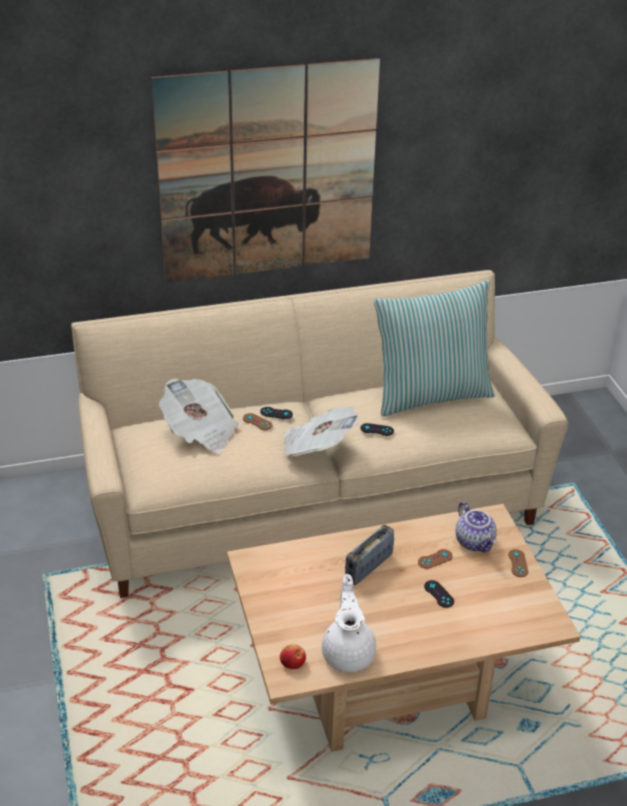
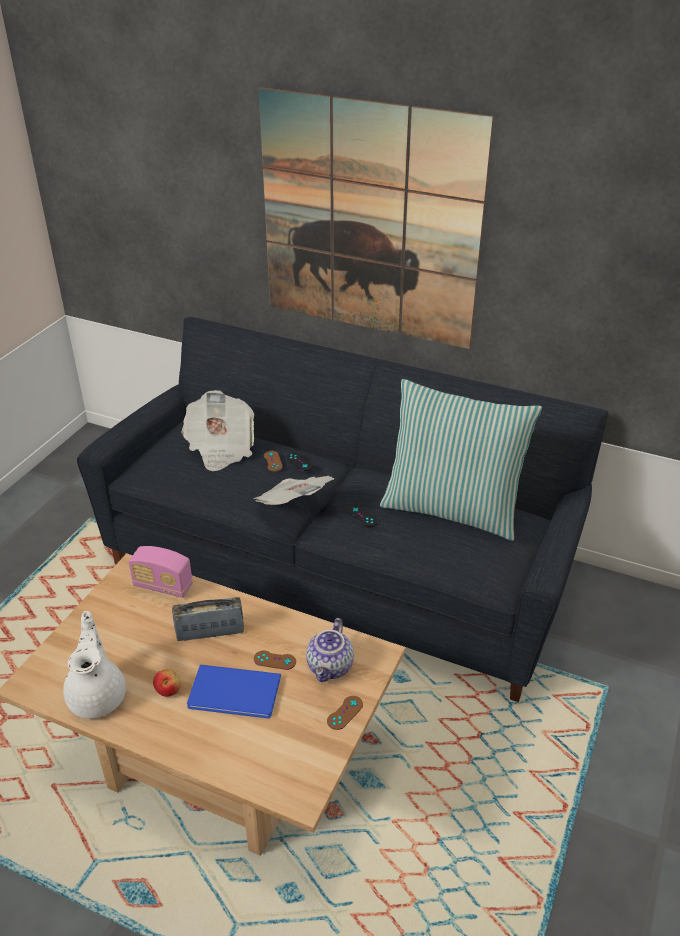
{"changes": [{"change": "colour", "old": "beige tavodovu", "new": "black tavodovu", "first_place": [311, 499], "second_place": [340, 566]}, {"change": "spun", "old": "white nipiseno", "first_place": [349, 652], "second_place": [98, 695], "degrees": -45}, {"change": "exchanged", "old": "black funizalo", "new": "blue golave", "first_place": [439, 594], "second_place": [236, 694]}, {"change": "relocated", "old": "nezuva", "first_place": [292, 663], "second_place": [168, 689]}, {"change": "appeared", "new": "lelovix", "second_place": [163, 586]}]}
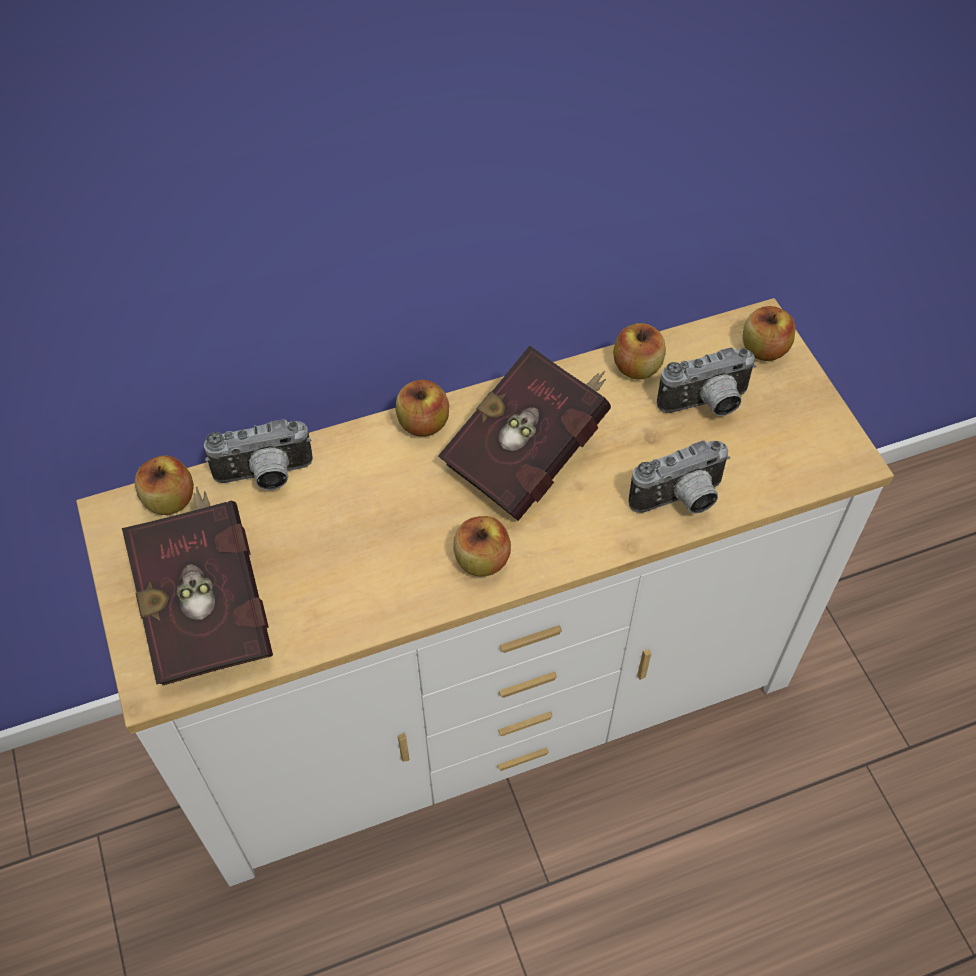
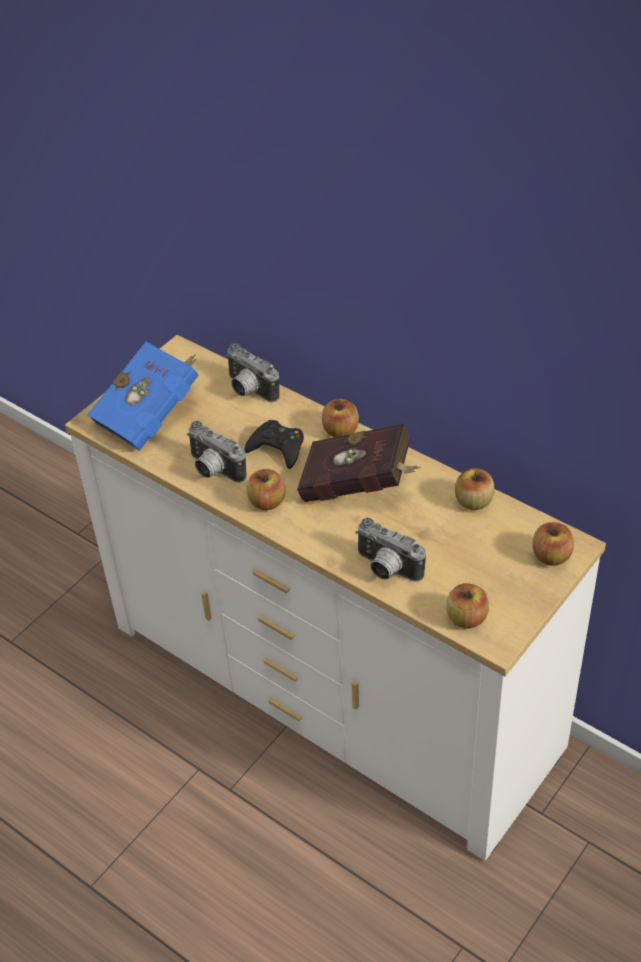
{"changes": [{"change": "relocated", "old": "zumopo", "first_place": [706, 405], "second_place": [213, 470]}, {"change": "relocated", "old": "nezuva", "first_place": [170, 500], "second_place": [466, 618]}, {"change": "colour", "old": "red golave", "new": "blue golave", "first_place": [208, 607], "second_place": [151, 414]}, {"change": "appeared", "new": "black funizalo", "second_place": [277, 448]}]}
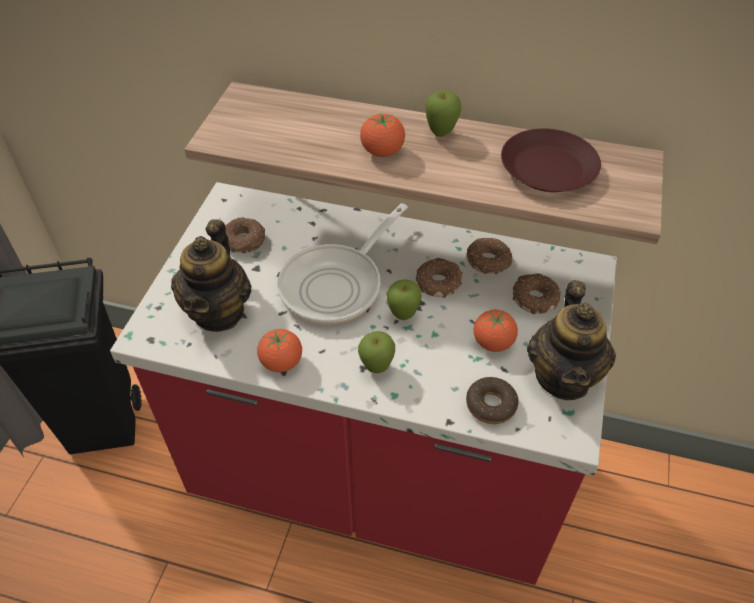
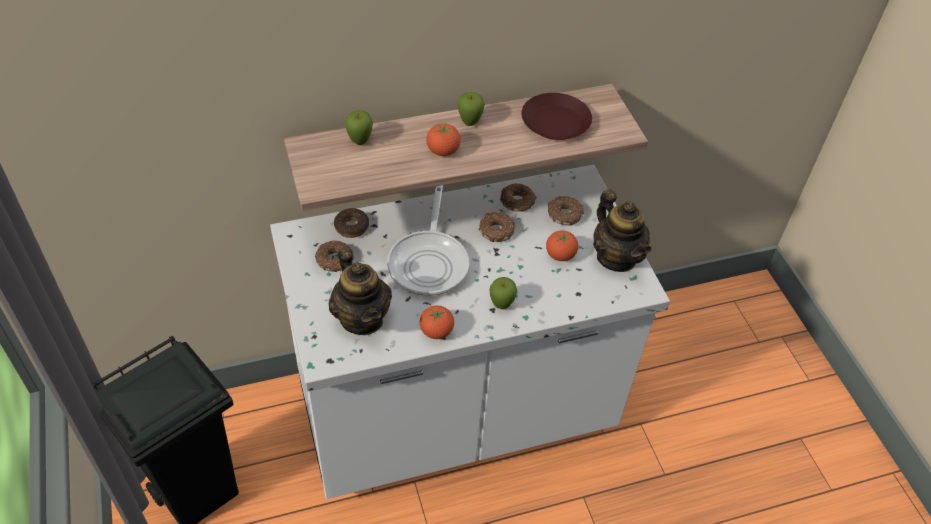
{"changes": [{"change": "colour", "old": "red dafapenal", "new": "white dafapenal", "first_place": [377, 476], "second_place": [455, 414]}, {"change": "relocated", "old": "nezuva", "first_place": [403, 315], "second_place": [360, 142]}, {"change": "relocated", "old": "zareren", "first_place": [491, 405], "second_place": [351, 227]}]}
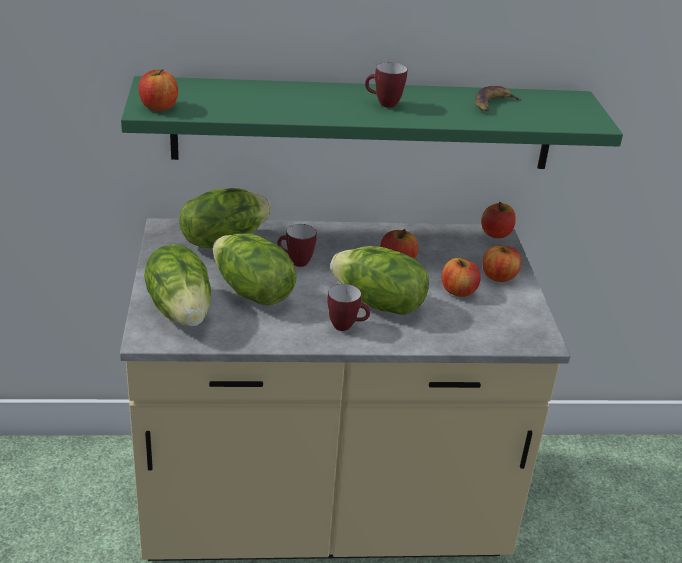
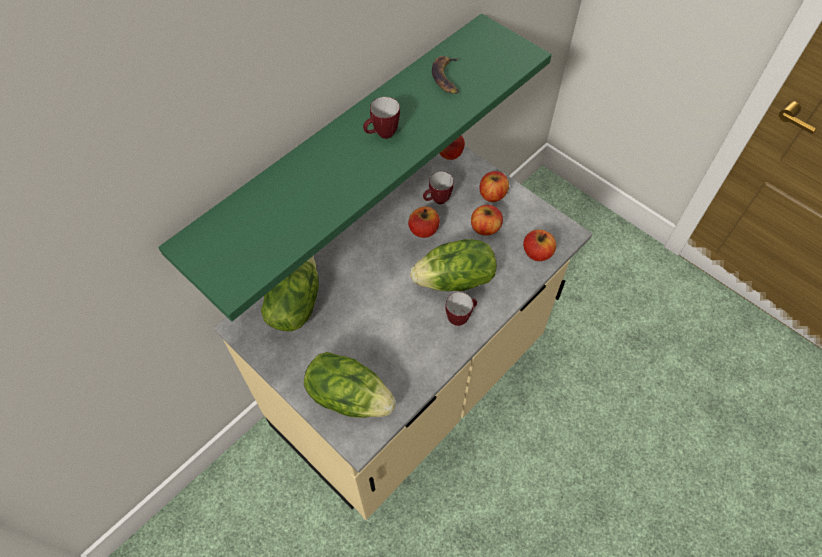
{"changes": [{"change": "relocated", "old": "nezuva", "first_place": [159, 107], "second_place": [537, 253]}, {"change": "relocated", "old": "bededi", "first_place": [295, 262], "second_place": [437, 201]}, {"change": "missing", "old": "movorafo", "first_place": [252, 292]}]}
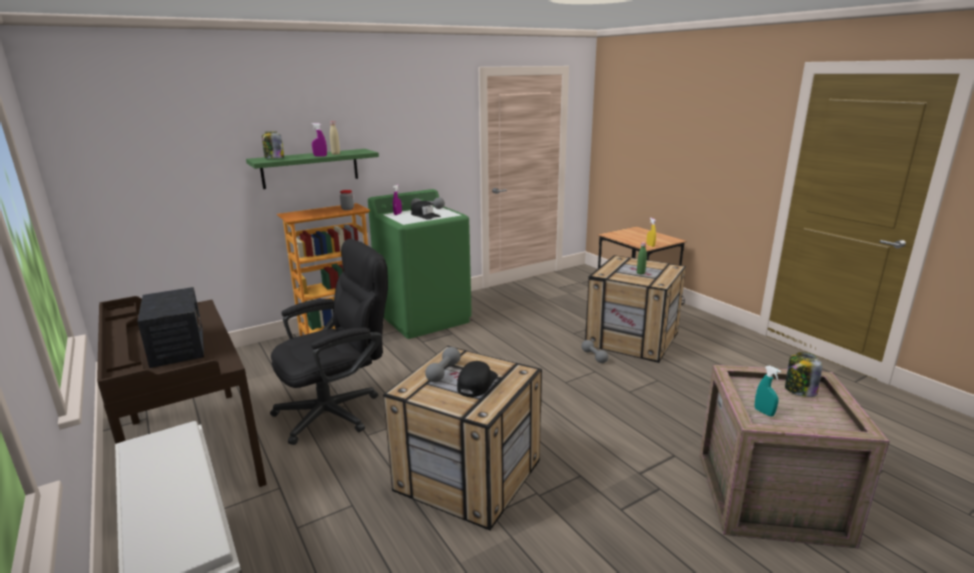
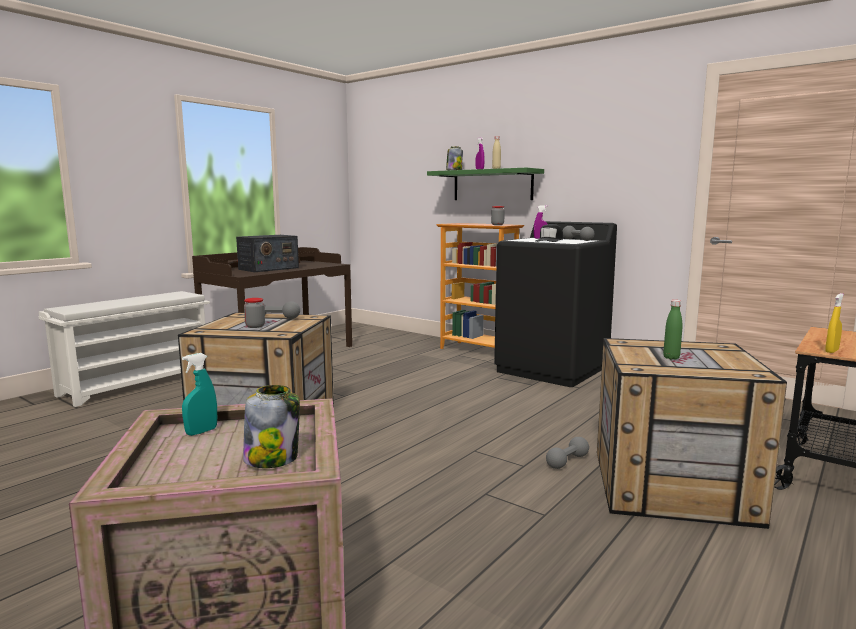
{"changes": [{"change": "colour", "old": "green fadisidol", "new": "black fadisidol", "first_place": [424, 318], "second_place": [552, 369]}, {"change": "missing", "old": "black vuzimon", "first_place": [338, 410]}, {"change": "exchanged", "old": "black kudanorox", "new": "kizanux", "first_place": [476, 383], "second_place": [255, 326]}]}
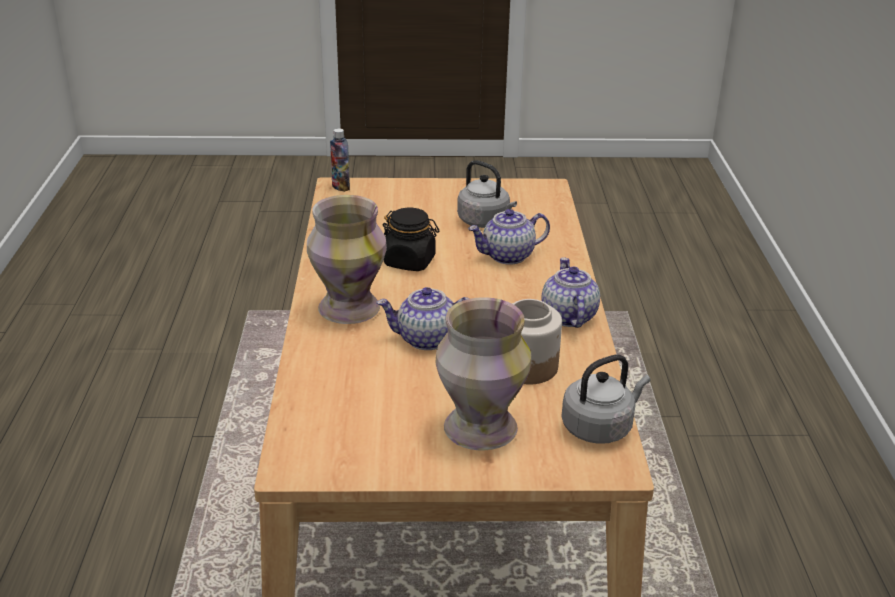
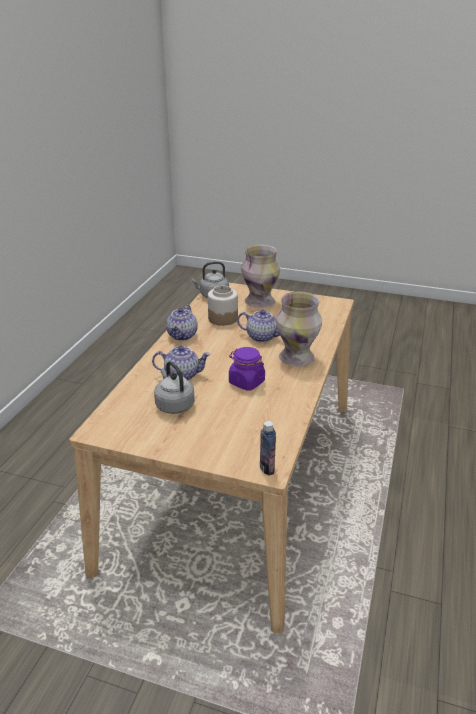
{"changes": [{"change": "colour", "old": "black kizanux", "new": "purple kizanux", "first_place": [410, 261], "second_place": [246, 382]}]}
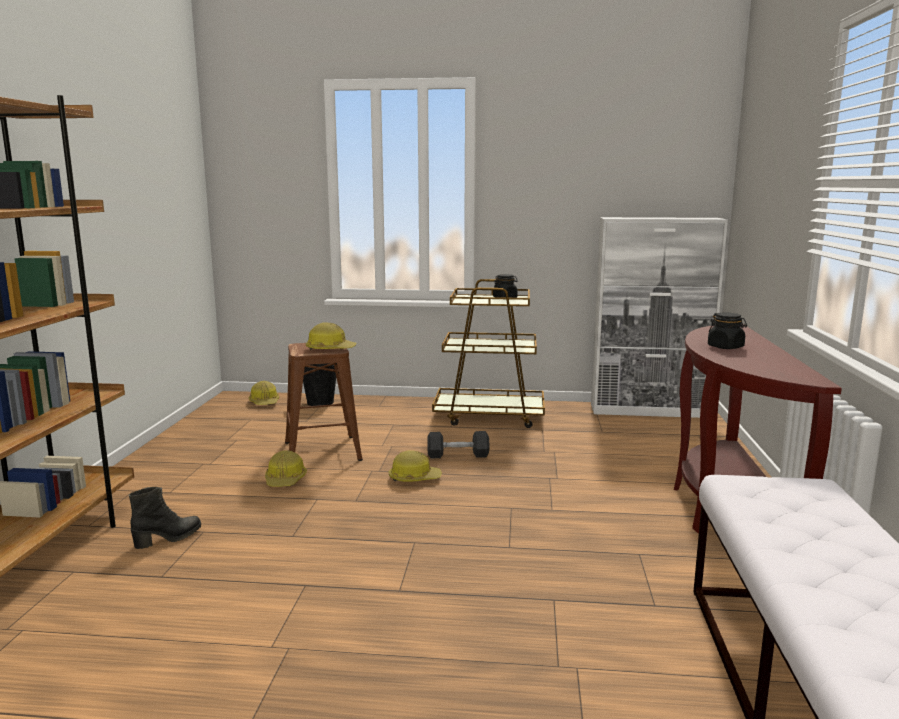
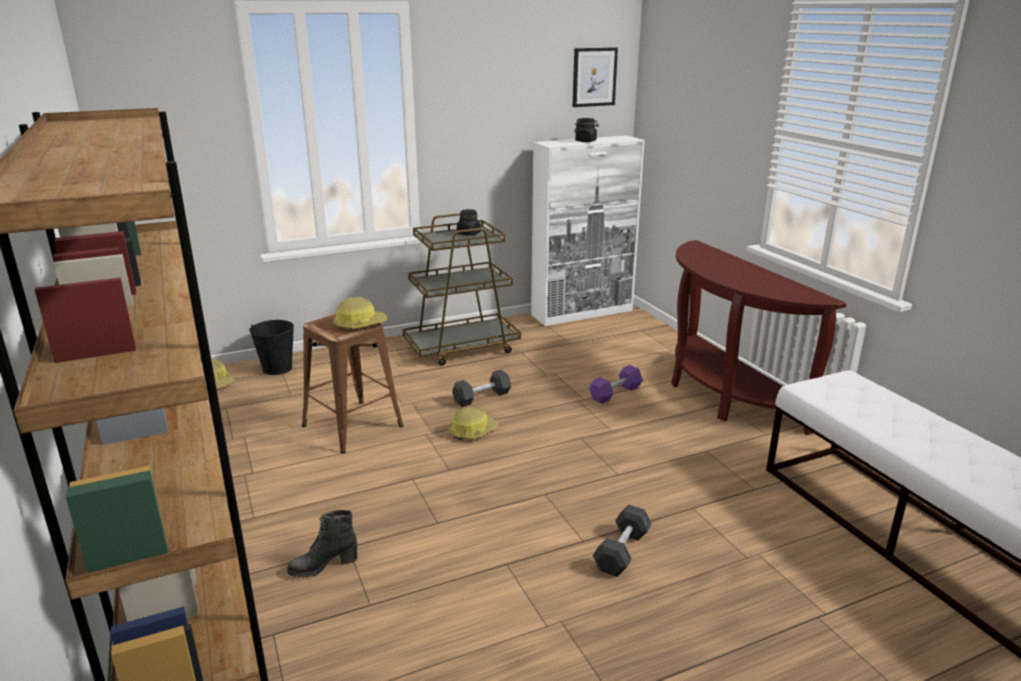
{"changes": [{"change": "relocated", "old": "black kizanux", "first_place": [725, 347], "second_place": [586, 141]}, {"change": "missing", "old": "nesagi", "first_place": [285, 480]}, {"change": "spun", "old": "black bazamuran", "first_place": [168, 538], "second_place": [323, 566], "degrees": -135}, {"change": "appeared", "new": "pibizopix", "second_place": [594, 77]}, {"change": "appeared", "new": "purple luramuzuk", "second_place": [615, 393]}, {"change": "appeared", "new": "grey luramuzuk", "second_place": [622, 551]}]}
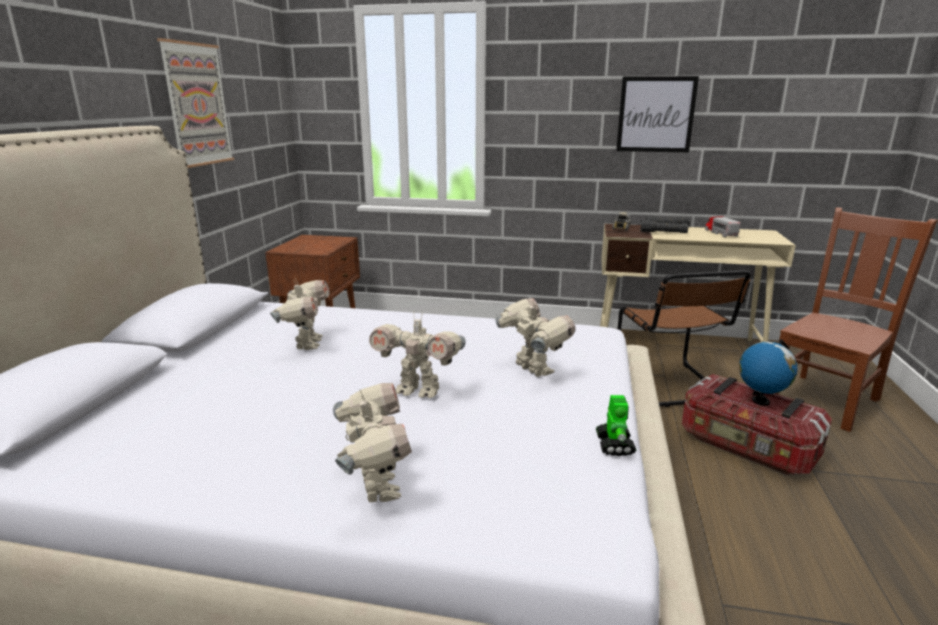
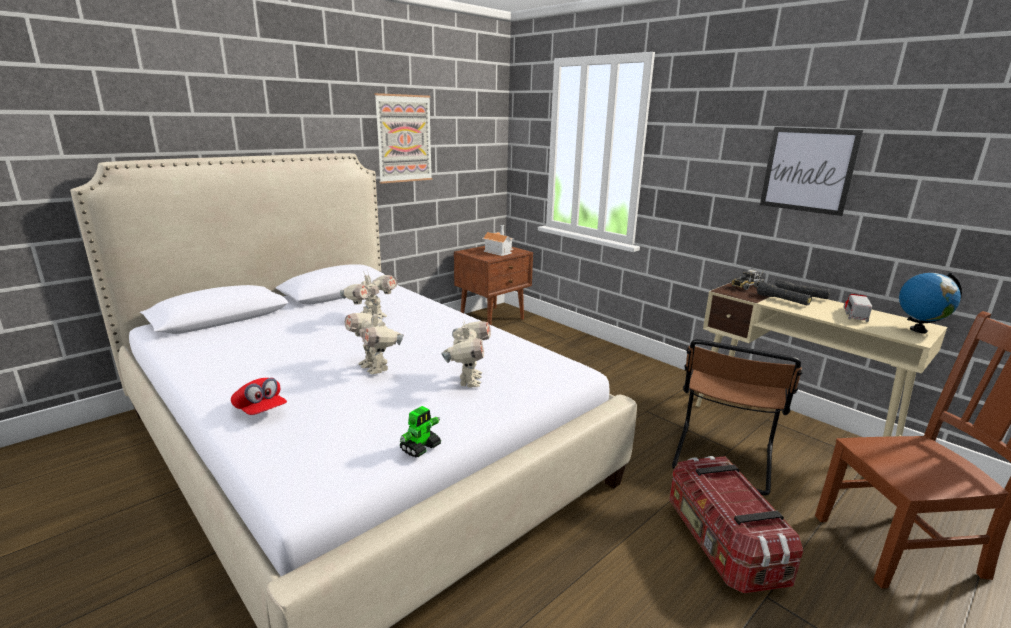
{"changes": [{"change": "relocated", "old": "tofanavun", "first_place": [760, 401], "second_place": [918, 330]}, {"change": "exchanged", "old": "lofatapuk", "new": "red kudanorox", "first_place": [376, 488], "second_place": [260, 410]}, {"change": "appeared", "new": "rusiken", "second_place": [499, 251]}]}
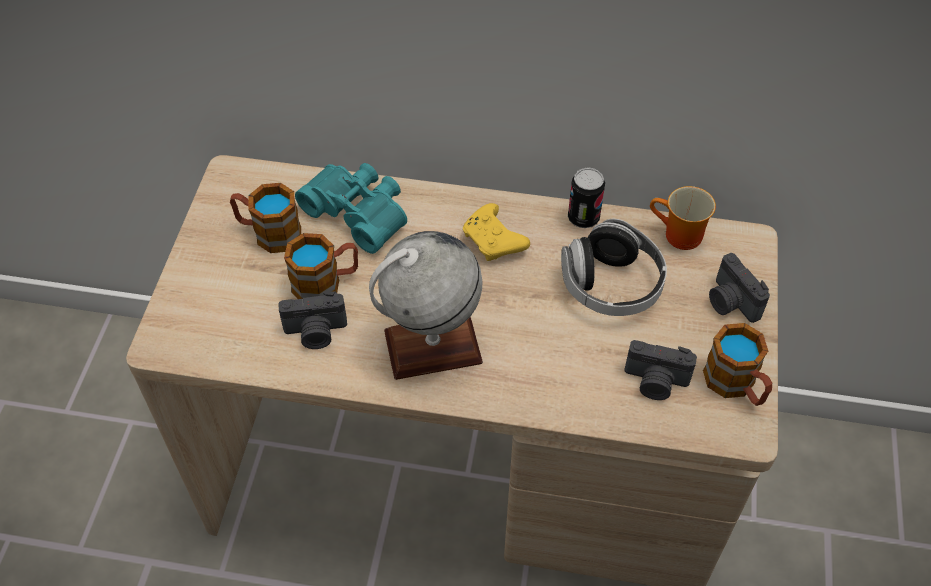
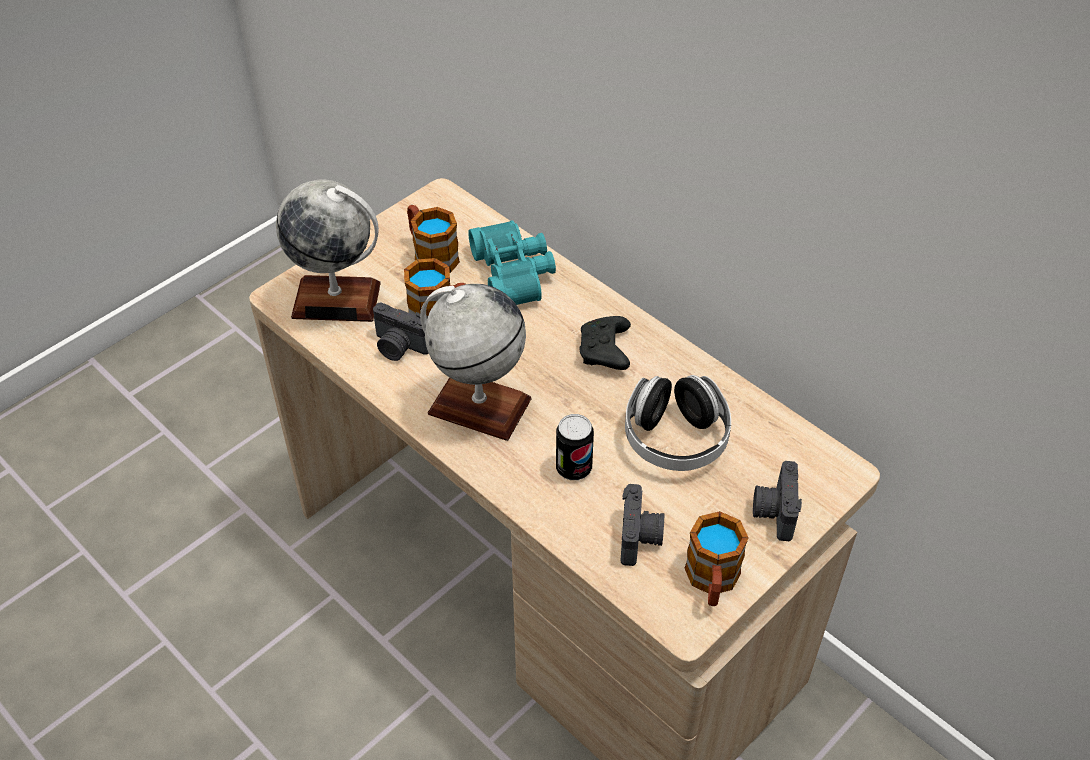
{"changes": [{"change": "relocated", "old": "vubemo", "first_place": [583, 218], "second_place": [573, 468]}, {"change": "missing", "old": "bededi", "first_place": [678, 236]}, {"change": "colour", "old": "yellow funizalo", "new": "black funizalo", "first_place": [494, 241], "second_place": [605, 352]}, {"change": "spun", "old": "zumopo", "first_place": [655, 382], "second_place": [640, 537], "degrees": -135}, {"change": "appeared", "new": "tofanavun", "second_place": [337, 300]}]}
